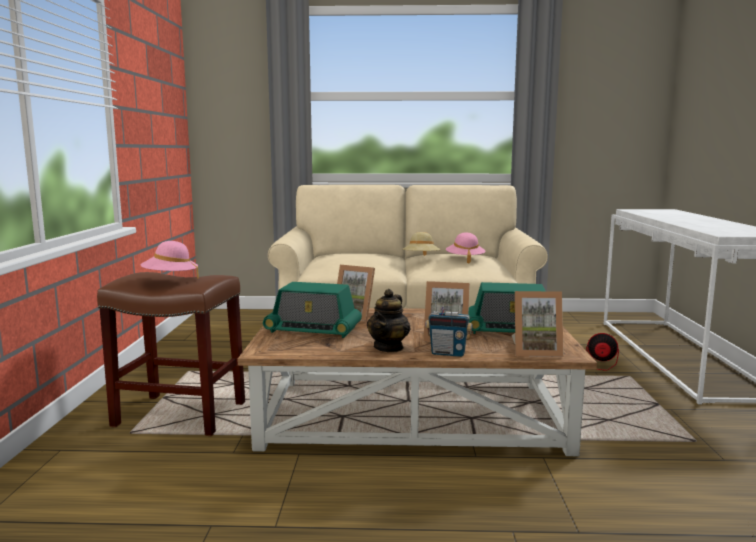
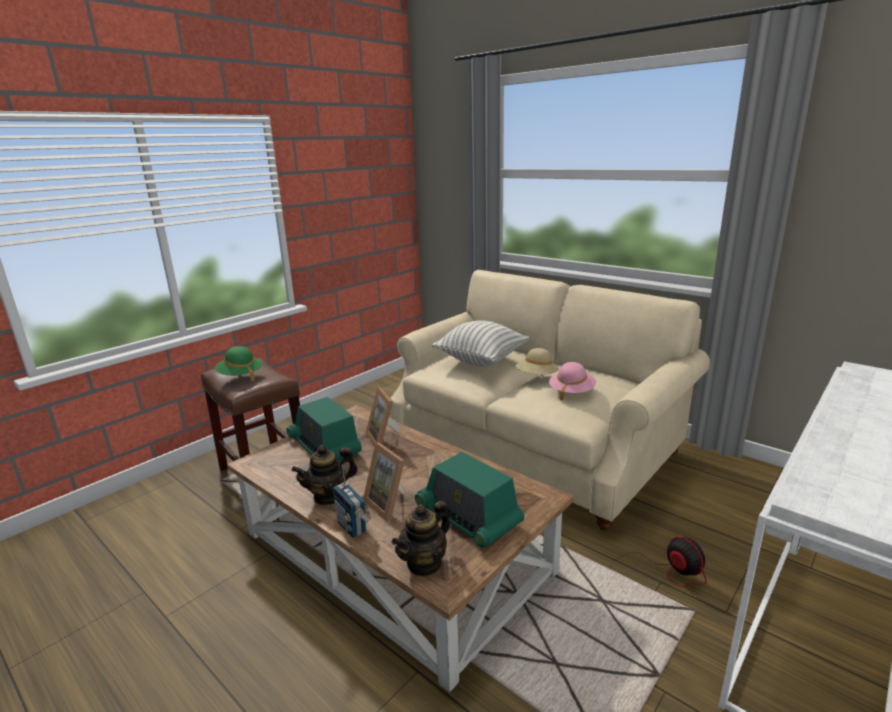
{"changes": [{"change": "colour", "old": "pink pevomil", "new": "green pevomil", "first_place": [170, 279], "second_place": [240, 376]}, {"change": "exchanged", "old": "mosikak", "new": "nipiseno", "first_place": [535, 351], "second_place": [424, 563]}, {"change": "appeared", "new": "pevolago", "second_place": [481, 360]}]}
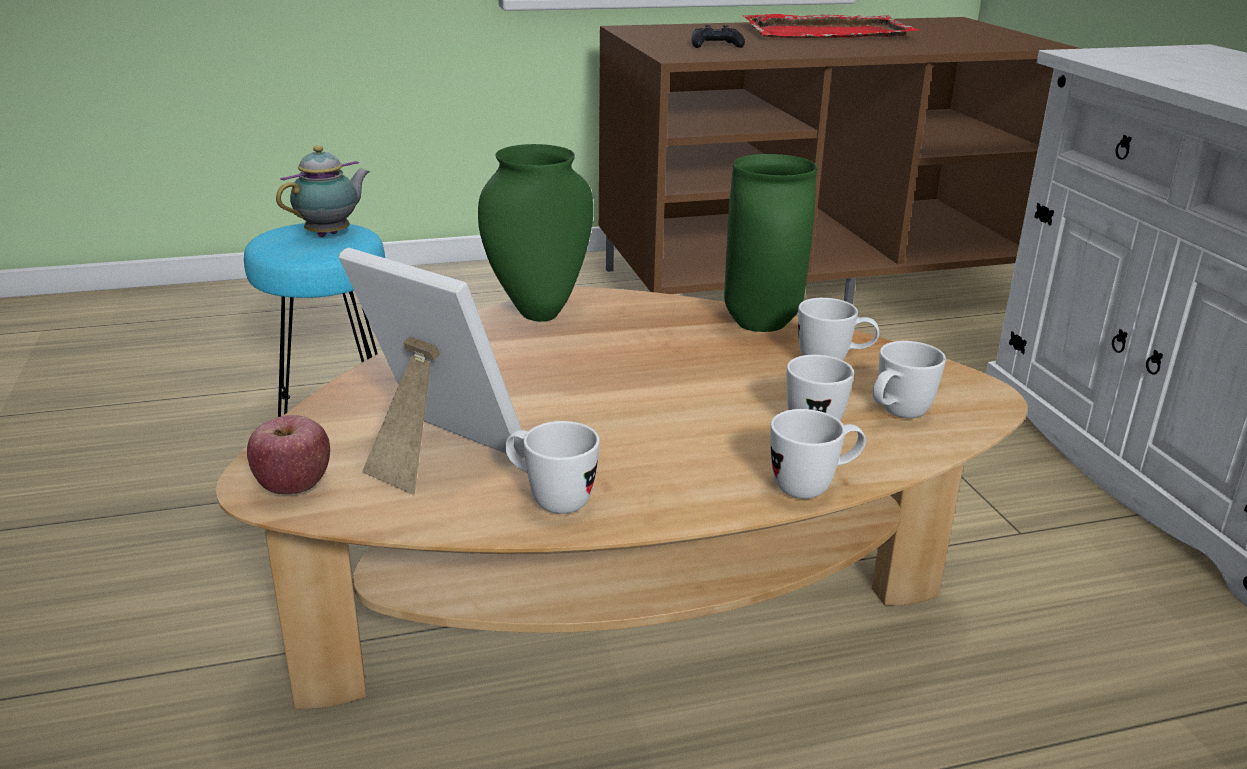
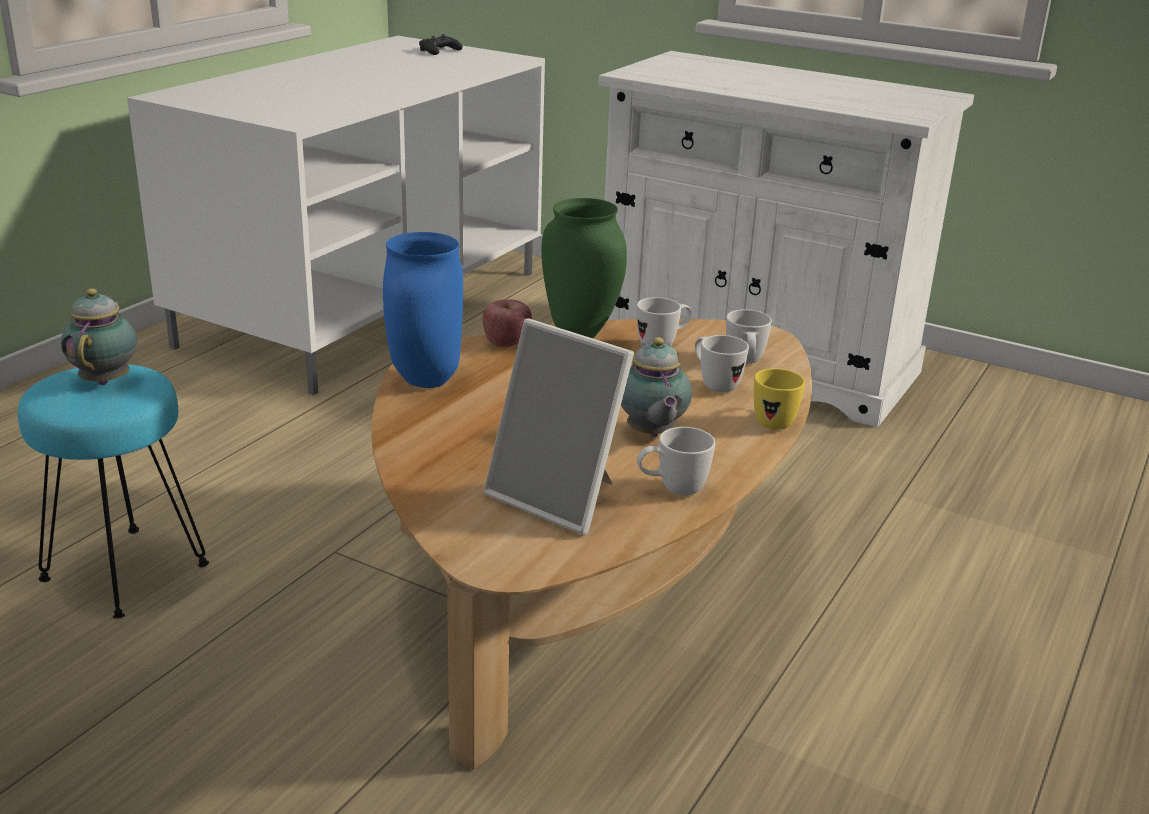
{"changes": [{"change": "missing", "old": "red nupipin", "first_place": [829, 33]}, {"change": "colour", "old": "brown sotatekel", "new": "white sotatekel", "first_place": [809, 284], "second_place": [365, 306]}, {"change": "relocated", "old": "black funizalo", "first_place": [716, 45], "second_place": [440, 51]}, {"change": "colour", "old": "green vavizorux", "new": "blue vavizorux", "first_place": [539, 314], "second_place": [427, 381]}, {"change": "spun", "old": "mosikak", "first_place": [435, 455], "second_place": [560, 498], "degrees": -135}, {"change": "colour", "old": "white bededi", "new": "yellow bededi", "first_place": [813, 487], "second_place": [777, 420]}, {"change": "relocated", "old": "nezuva", "first_place": [294, 486], "second_place": [506, 343]}, {"change": "appeared", "new": "nipiseno", "second_place": [651, 434]}]}
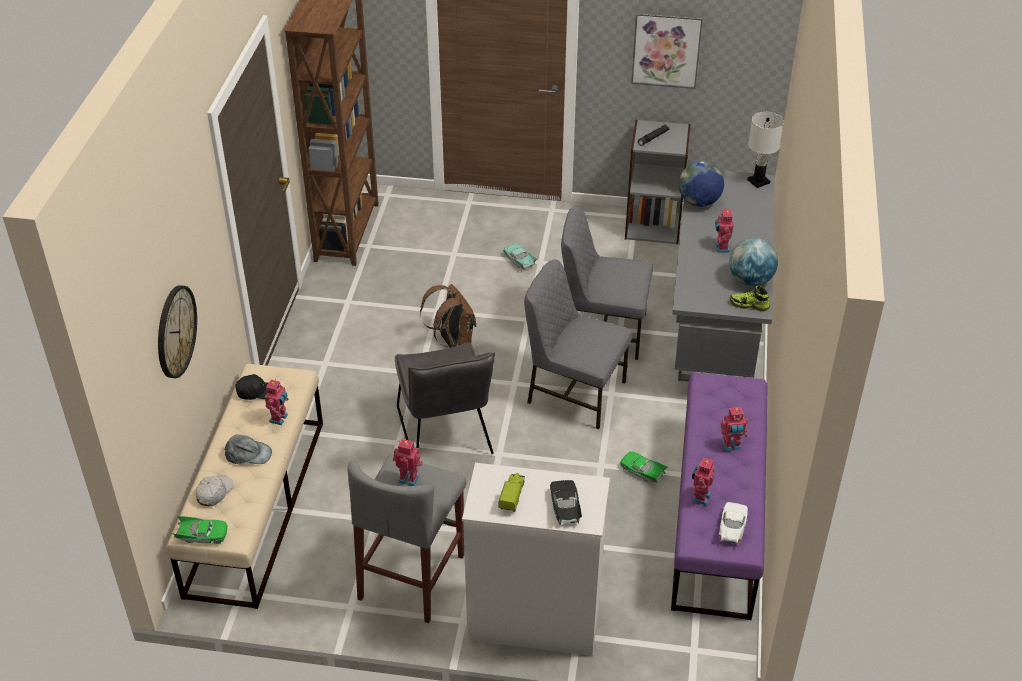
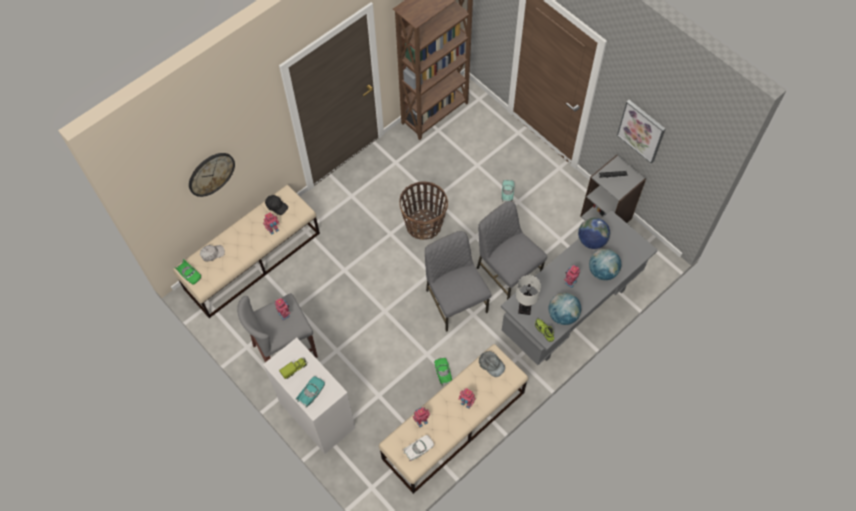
{"changes": [{"change": "relocated", "old": "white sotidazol", "first_place": [758, 181], "second_place": [525, 308]}, {"change": "exchanged", "old": "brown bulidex", "new": "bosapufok", "first_place": [452, 342], "second_place": [424, 225]}, {"change": "missing", "old": "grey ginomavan", "first_place": [446, 436]}, {"change": "colour", "old": "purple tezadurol", "new": "beige tezadurol", "first_place": [716, 516], "second_place": [453, 426]}, {"change": "relocated", "old": "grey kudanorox", "first_place": [248, 454], "second_place": [491, 364]}, {"change": "colour", "old": "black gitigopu", "new": "turquoise gitigopu", "first_place": [565, 507], "second_place": [311, 393]}, {"change": "appeared", "new": "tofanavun", "second_place": [602, 271]}]}
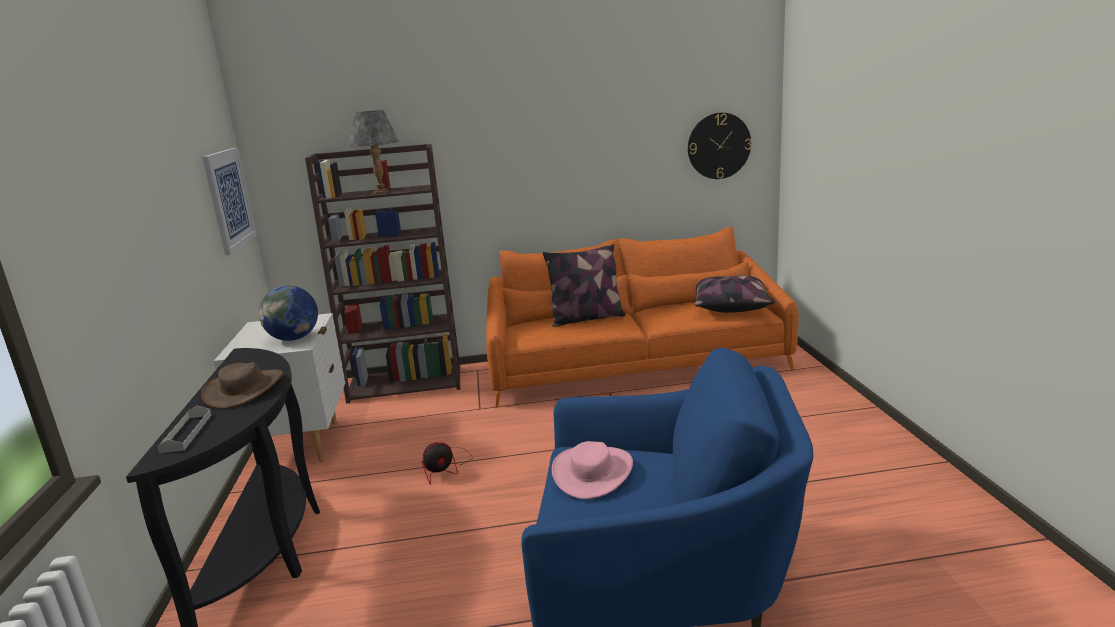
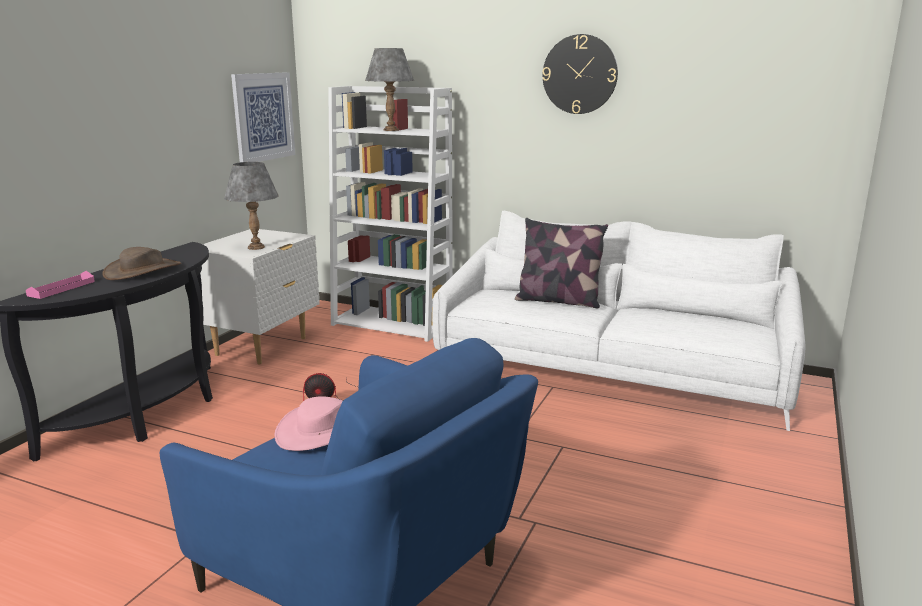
{"changes": [{"change": "relocated", "old": "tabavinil", "first_place": [719, 146], "second_place": [580, 74]}, {"change": "colour", "old": "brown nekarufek", "new": "white nekarufek", "first_place": [407, 383], "second_place": [393, 323]}, {"change": "colour", "old": "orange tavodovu", "new": "white tavodovu", "first_place": [634, 366], "second_place": [610, 370]}, {"change": "missing", "old": "pevolago", "first_place": [729, 306]}, {"change": "exchanged", "old": "tofanavun", "new": "grey sotidazol", "first_place": [294, 338], "second_place": [256, 247]}, {"change": "colour", "old": "grey nupipin", "new": "pink nupipin", "first_place": [186, 433], "second_place": [61, 288]}]}
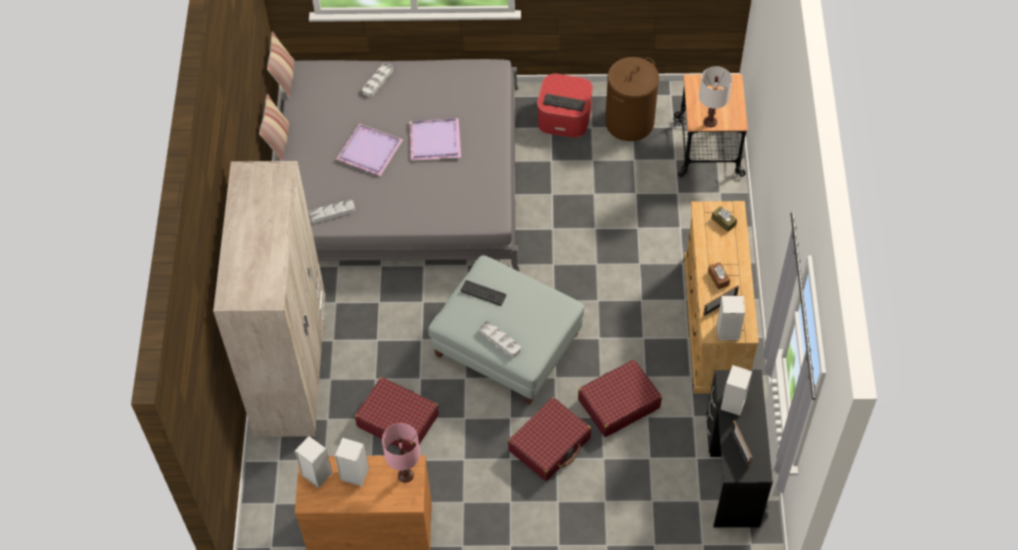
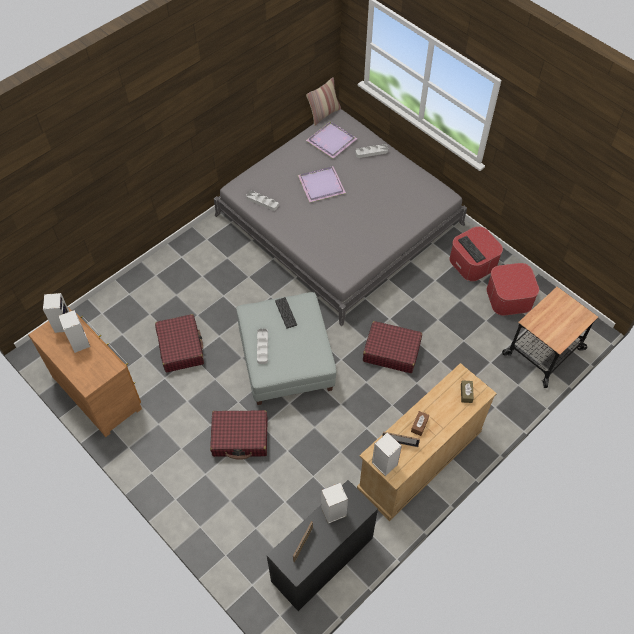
{"changes": [{"change": "exchanged", "old": "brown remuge", "new": "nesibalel", "first_place": [629, 122], "second_place": [509, 297]}, {"change": "missing", "old": "white sotidazol", "first_place": [710, 122]}, {"change": "missing", "old": "pevolago", "first_place": [278, 142]}, {"change": "relocated", "old": "purple nupipin", "first_place": [434, 140], "second_place": [331, 140]}, {"change": "missing", "old": "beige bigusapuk", "first_place": [291, 365]}, {"change": "relocated", "old": "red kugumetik", "first_place": [618, 403], "second_place": [391, 351]}, {"change": "missing", "old": "pink sotidazol", "first_place": [405, 475]}]}
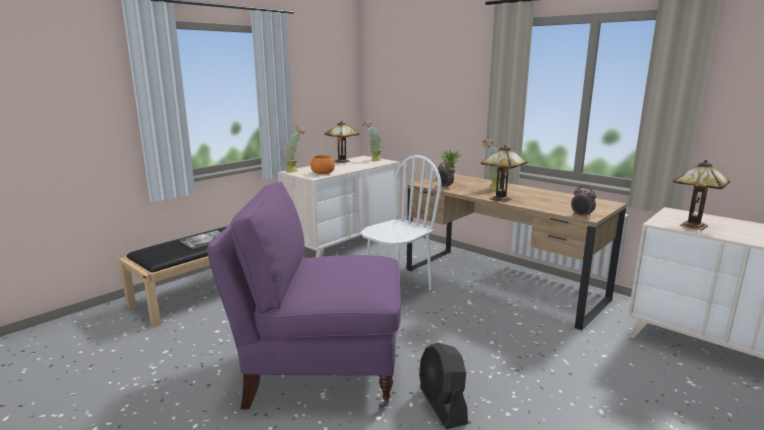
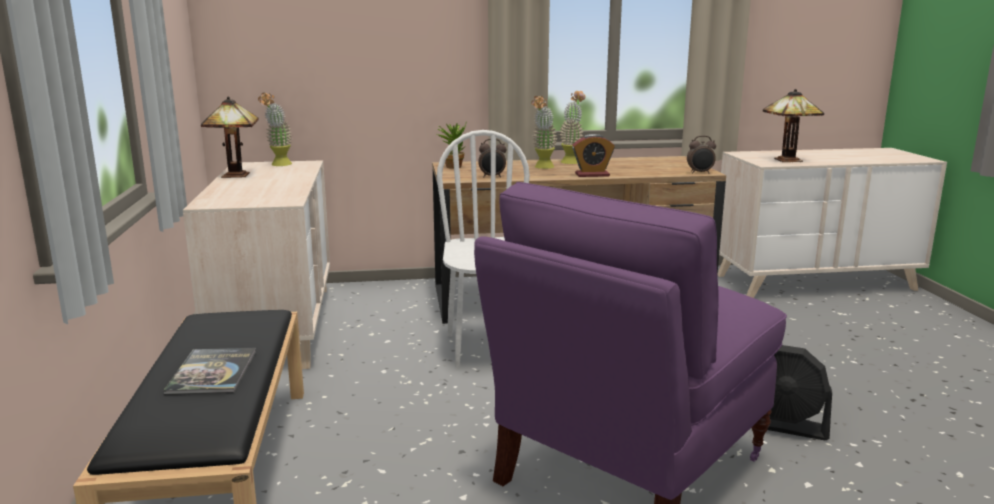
{"changes": [{"change": "relocated", "old": "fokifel", "first_place": [295, 171], "second_place": [571, 161]}, {"change": "exchanged", "old": "sotidazol", "new": "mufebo", "first_place": [502, 199], "second_place": [592, 175]}, {"change": "missing", "old": "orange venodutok", "first_place": [322, 173]}]}
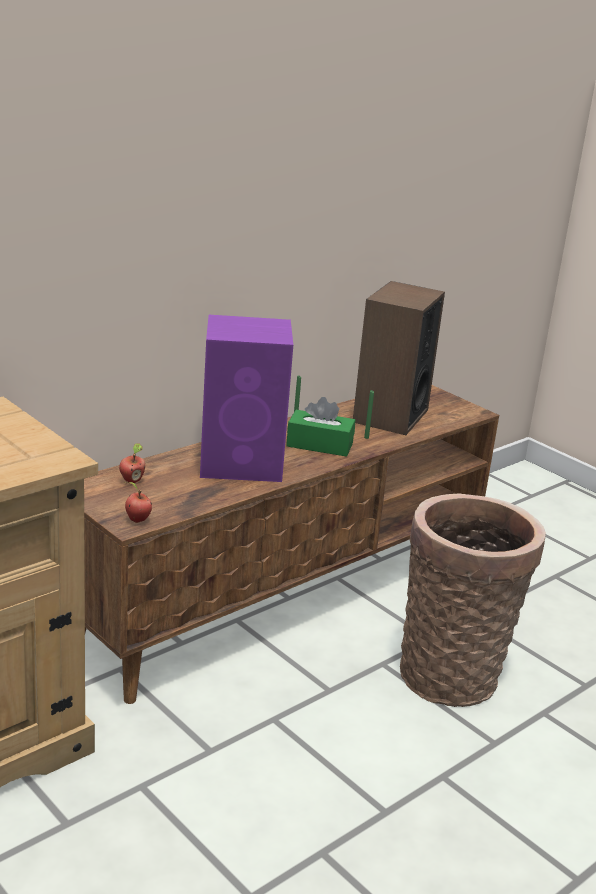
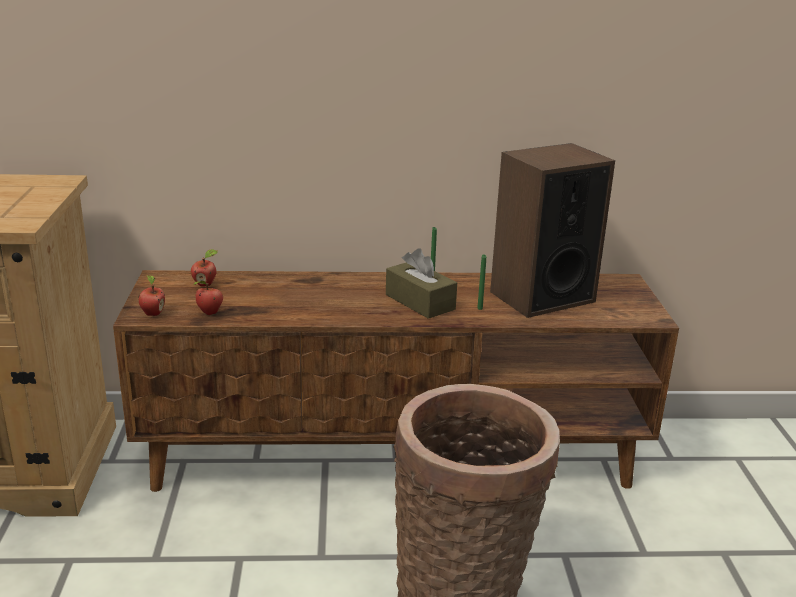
{"changes": [{"change": "missing", "old": "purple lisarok", "first_place": [243, 463]}, {"change": "colour", "old": "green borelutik", "new": "brown borelutik", "first_place": [319, 445], "second_place": [420, 302]}, {"change": "appeared", "new": "nezuva", "second_place": [209, 313]}]}
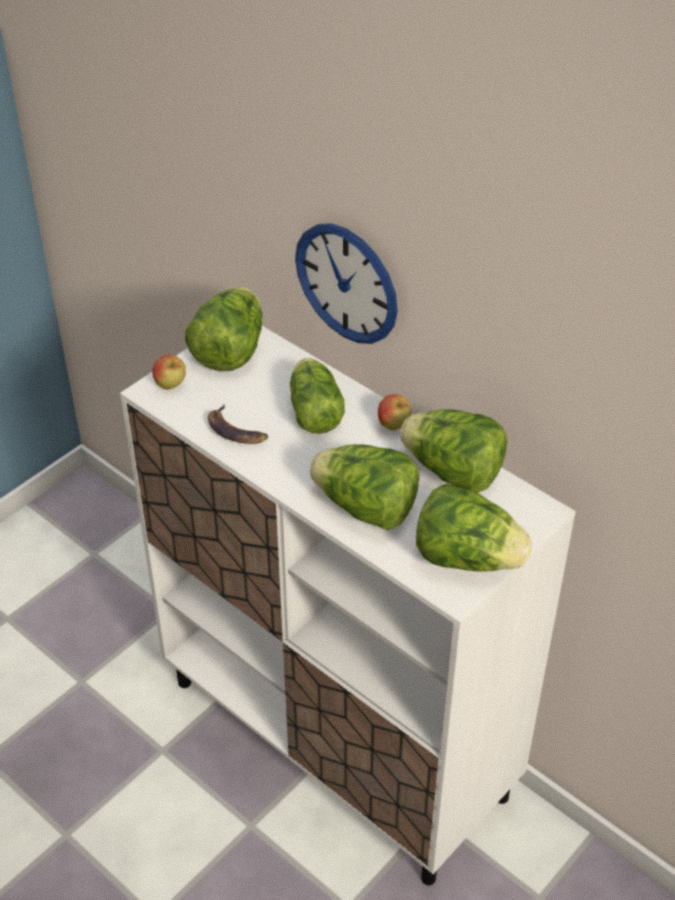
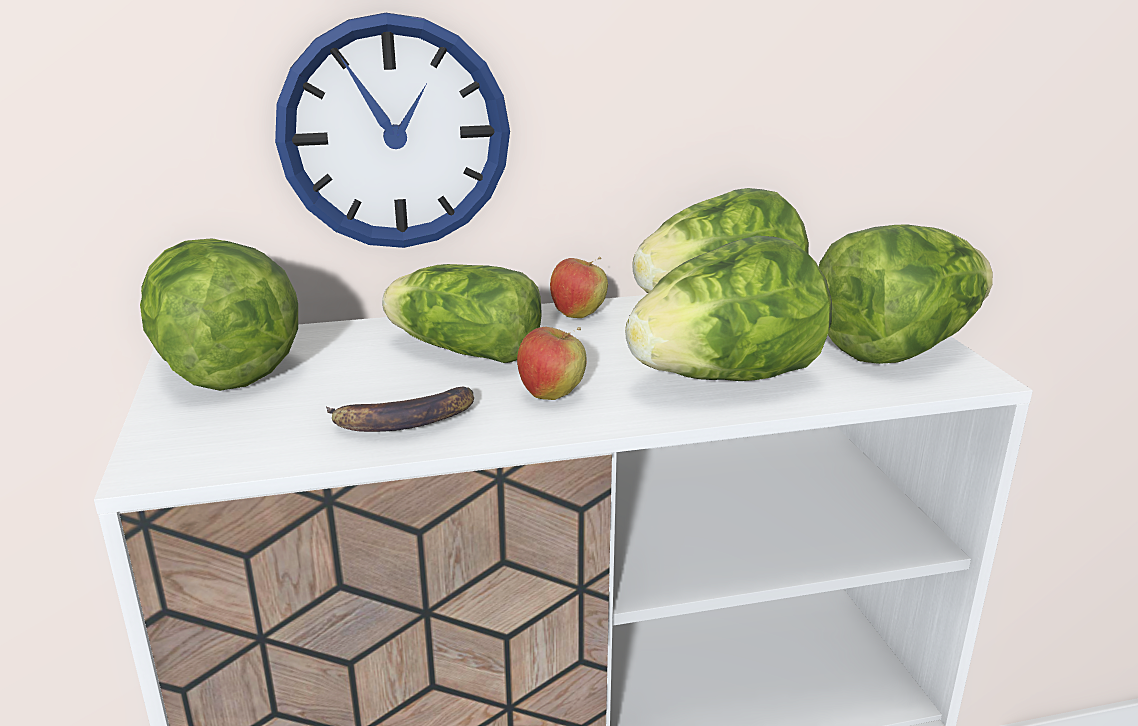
{"changes": [{"change": "relocated", "old": "nezuva", "first_place": [170, 385], "second_place": [552, 395]}]}
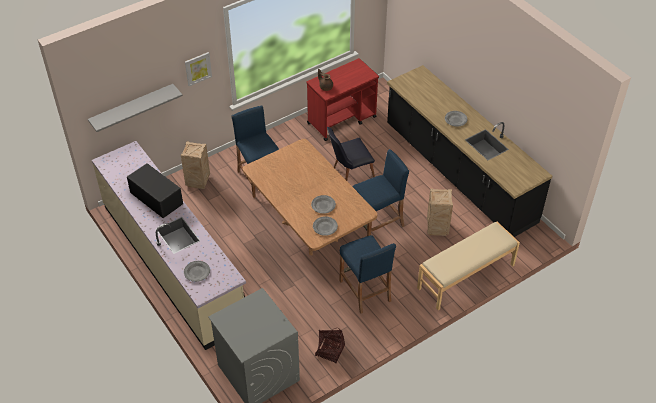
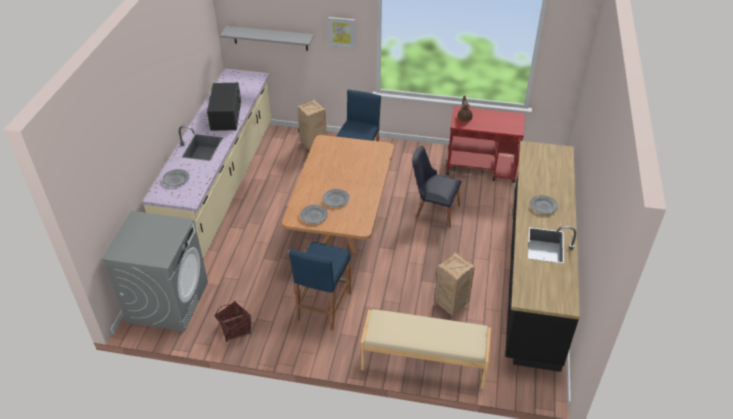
{"changes": [{"change": "missing", "old": "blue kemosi", "first_place": [377, 223]}]}
